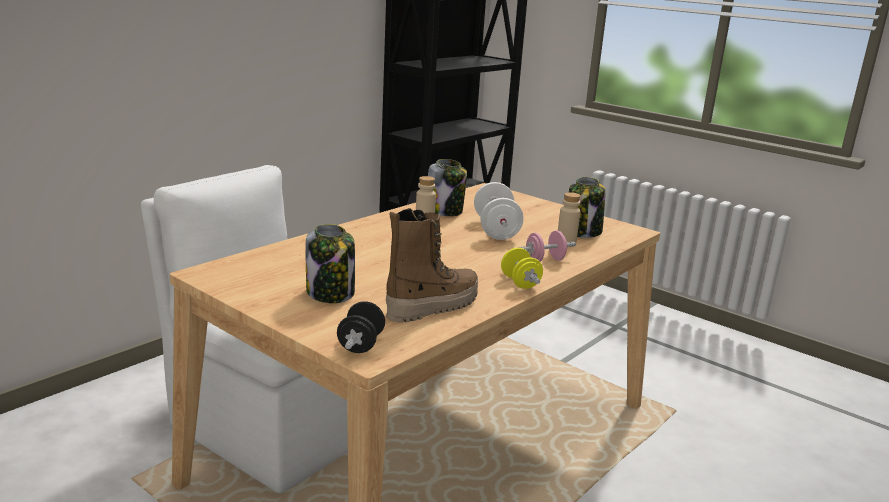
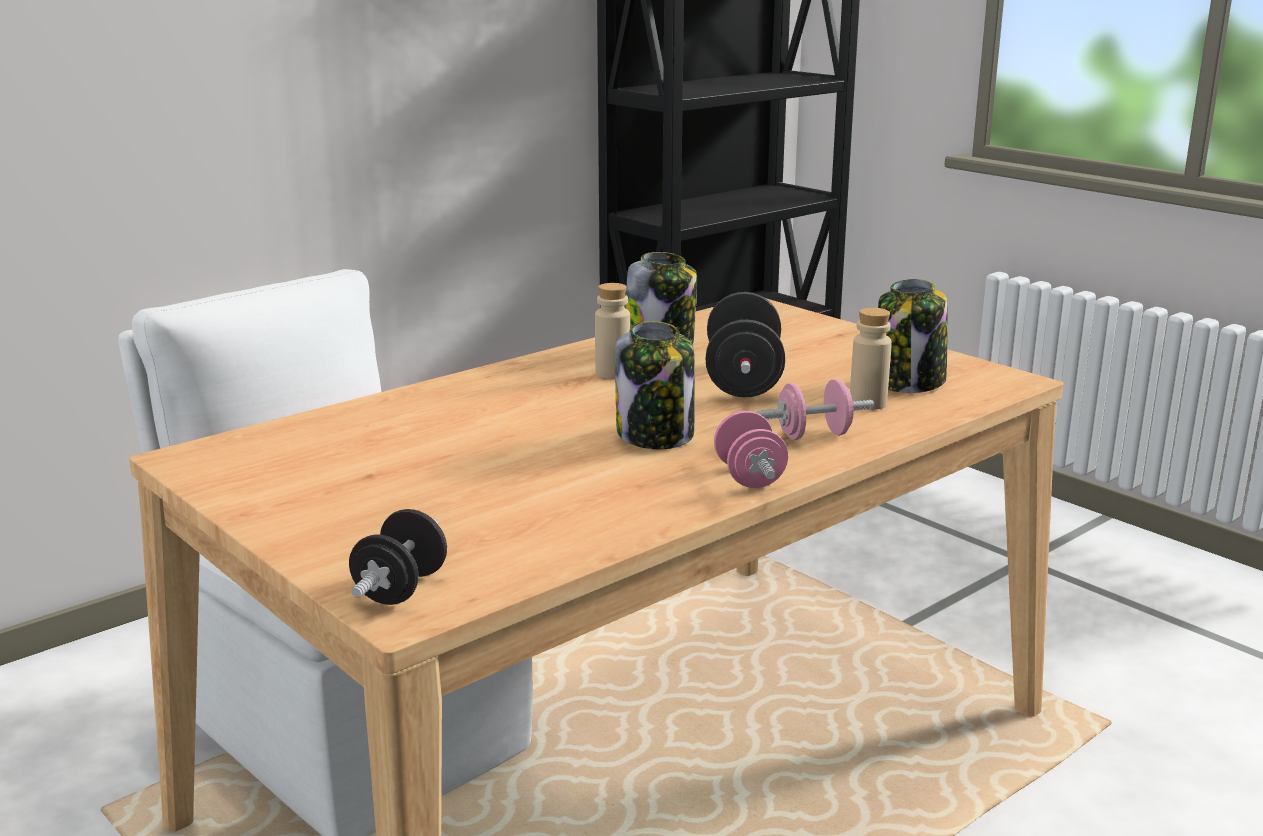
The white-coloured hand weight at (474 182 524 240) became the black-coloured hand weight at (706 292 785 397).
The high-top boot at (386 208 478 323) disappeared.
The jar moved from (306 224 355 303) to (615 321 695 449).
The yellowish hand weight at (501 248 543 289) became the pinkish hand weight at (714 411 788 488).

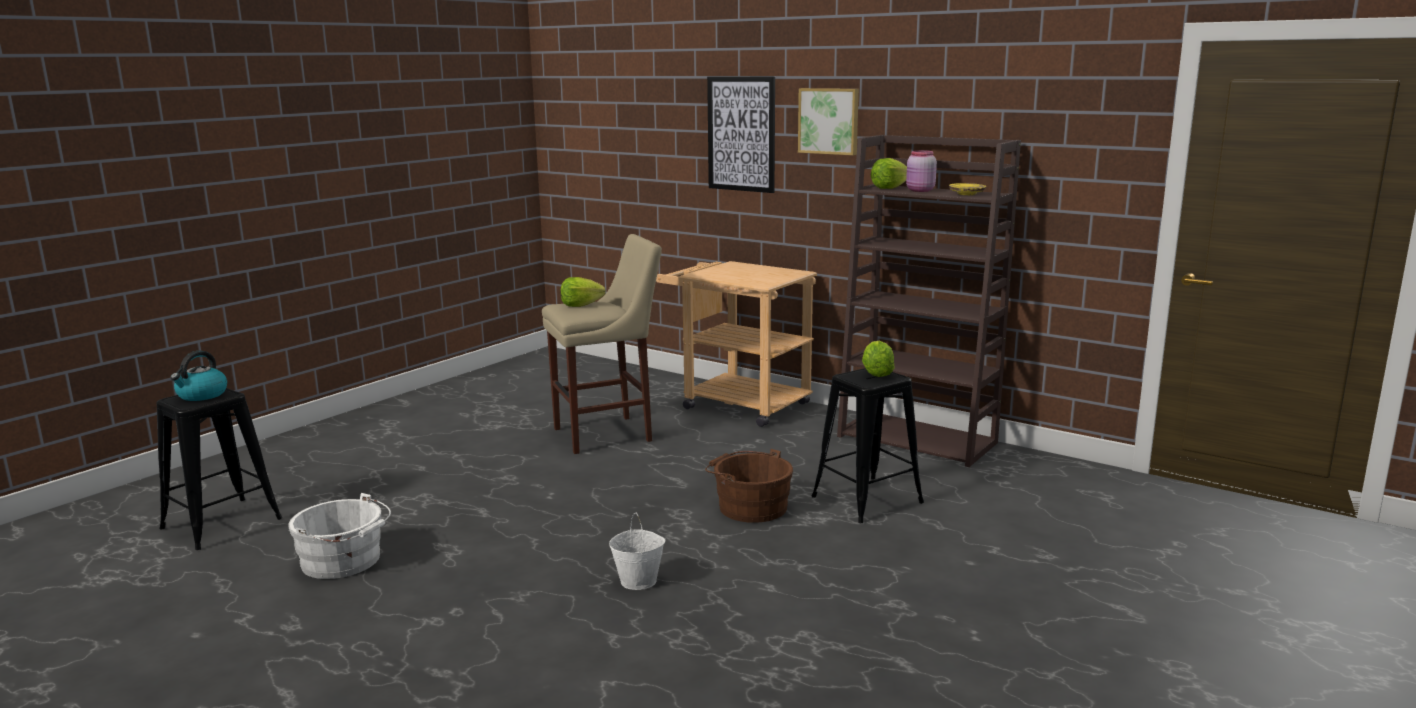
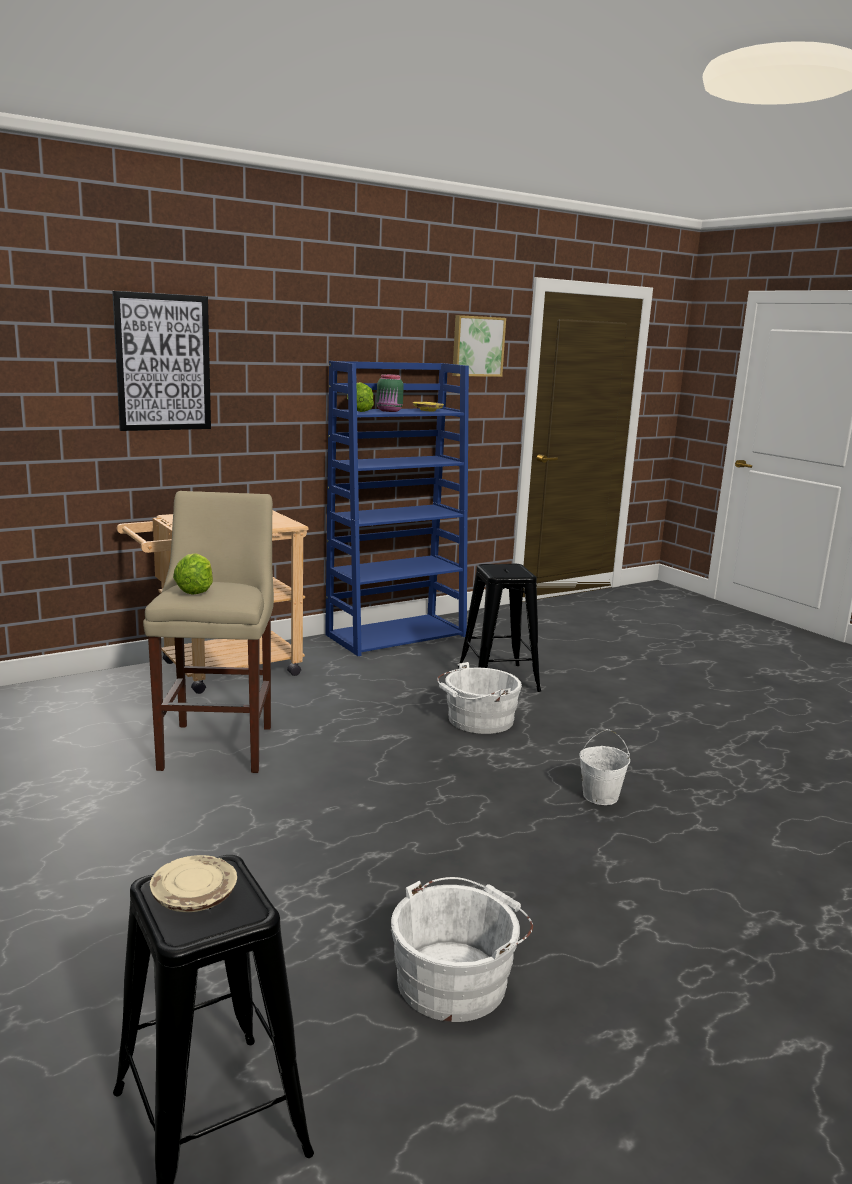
The wall picture moved from (798 88 859 155) to (452 315 506 377).
The brownish bookcase at (837 135 1021 467) became the blue-coloured bookcase at (325 361 469 656).
The pinkish jar at (906 150 937 192) became the green-coloured jar at (377 374 404 412).
The lettuce at (862 341 895 377) disappeared.
The water kettle at (170 350 227 401) was replaced by the sand-coloured plate at (150 855 237 912).
The brownish water bucket at (705 449 793 523) became the white-coloured water bucket at (437 662 522 734).

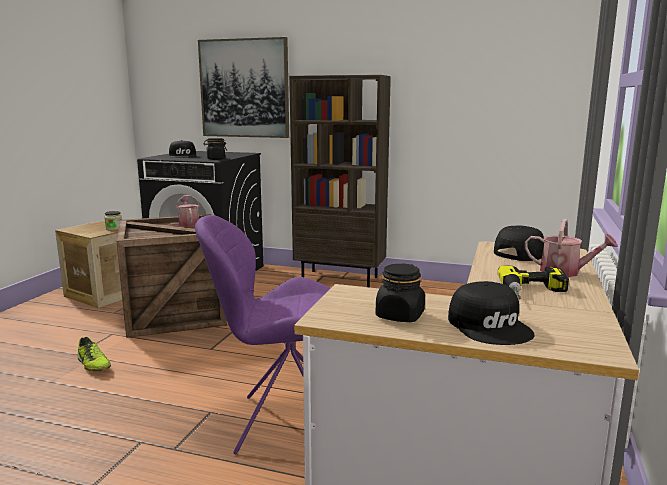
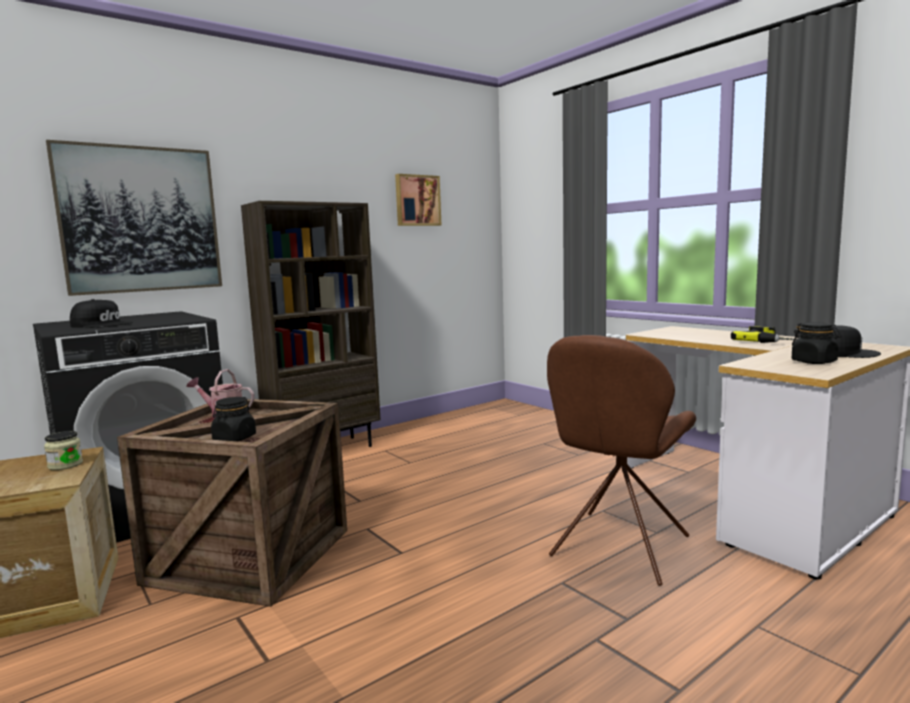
The black-coloured jar moved from (203 138 227 160) to (211 397 256 441).
The purple chair at (195 215 330 454) became the brownish chair at (547 335 696 586).
The watering can at (525 219 618 277) disappeared.
The black-coloured peaked cap at (494 225 544 261) disappeared.
The item of footwear at (78 337 111 372) disappeared.
The wall picture at (395 174 441 226) appeared.

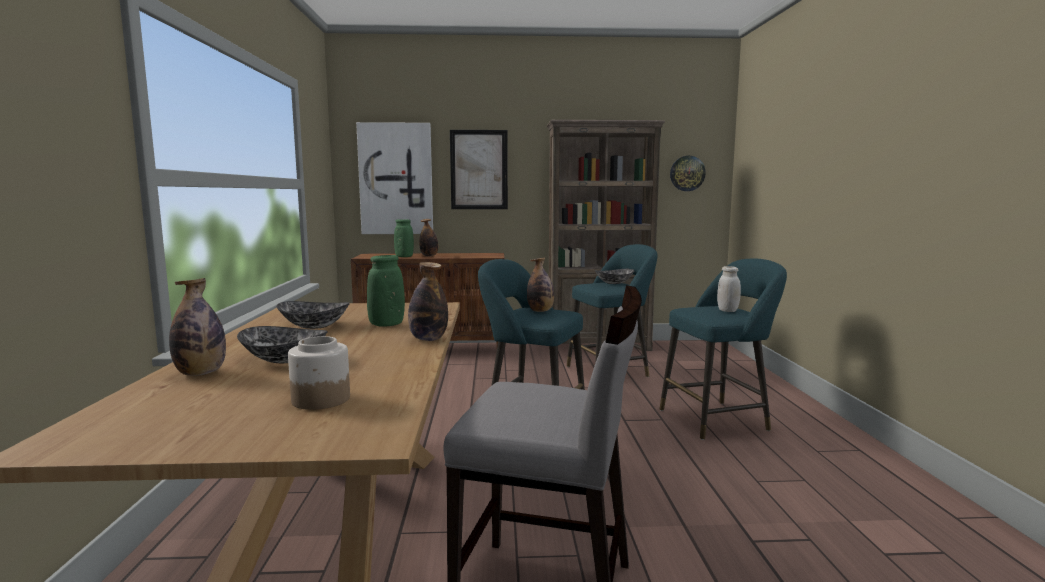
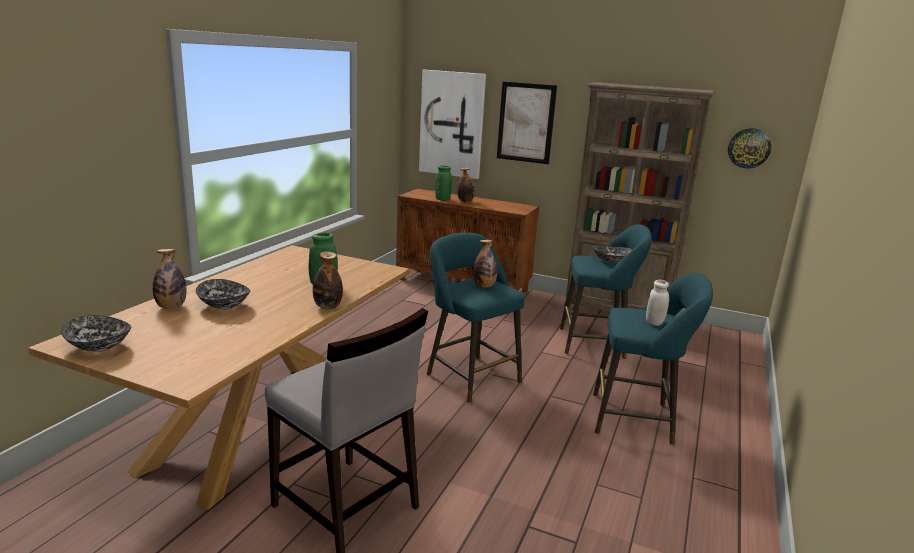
The deep dish moved from (276 301 350 329) to (61 315 132 352).
The jar at (288 336 350 410) disappeared.

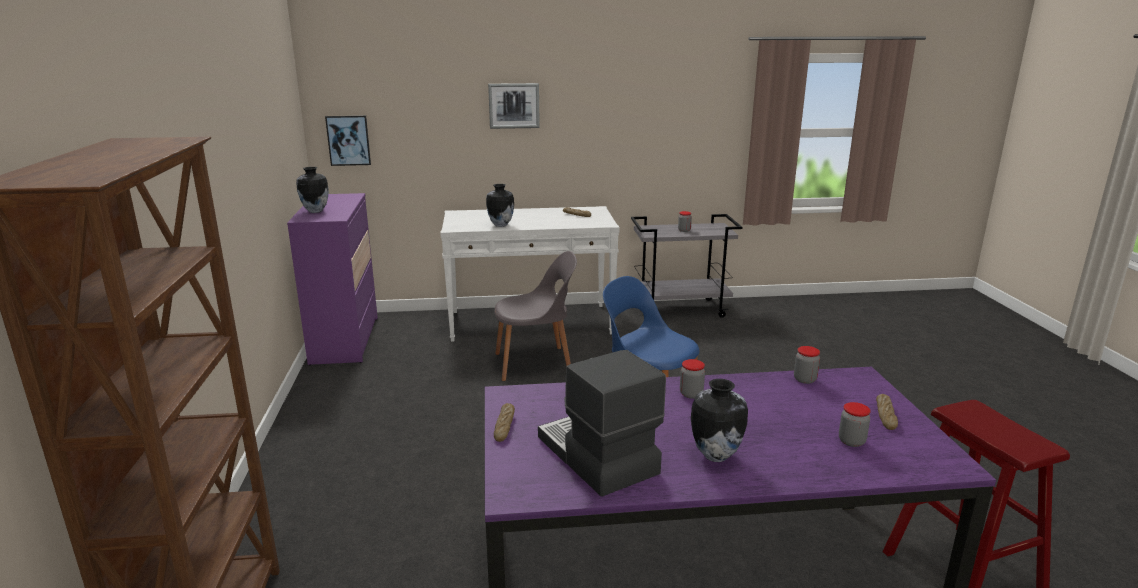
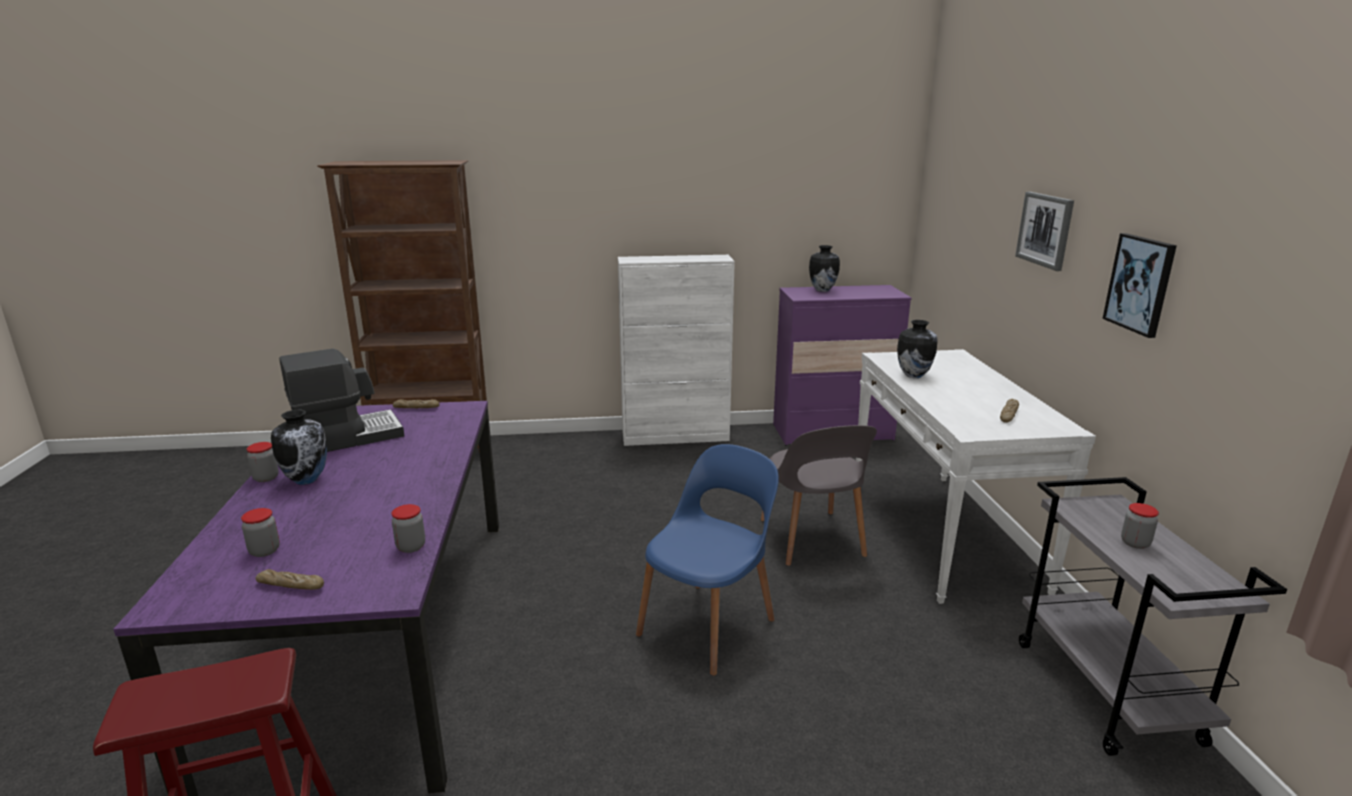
The wall picture moved from (325 115 371 166) to (1102 233 1177 338).
The jar moved from (680 359 705 399) to (246 442 279 482).
The white-coloured storage cabinet at (618 255 735 446) appeared.

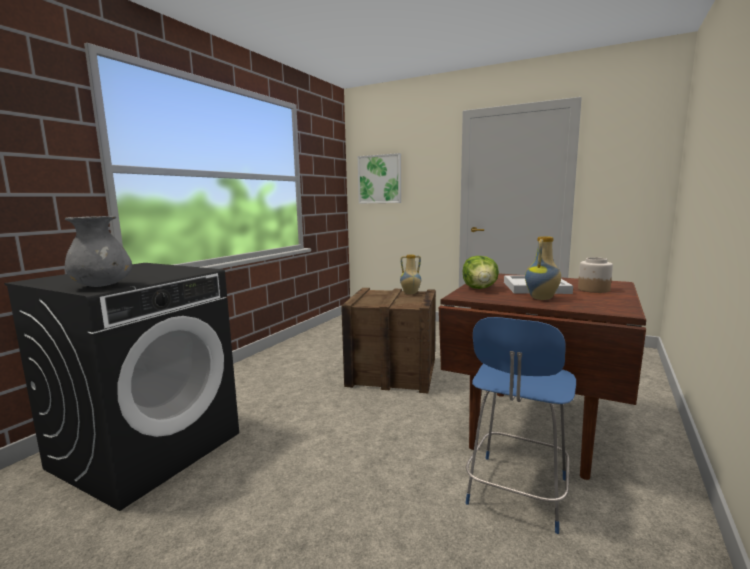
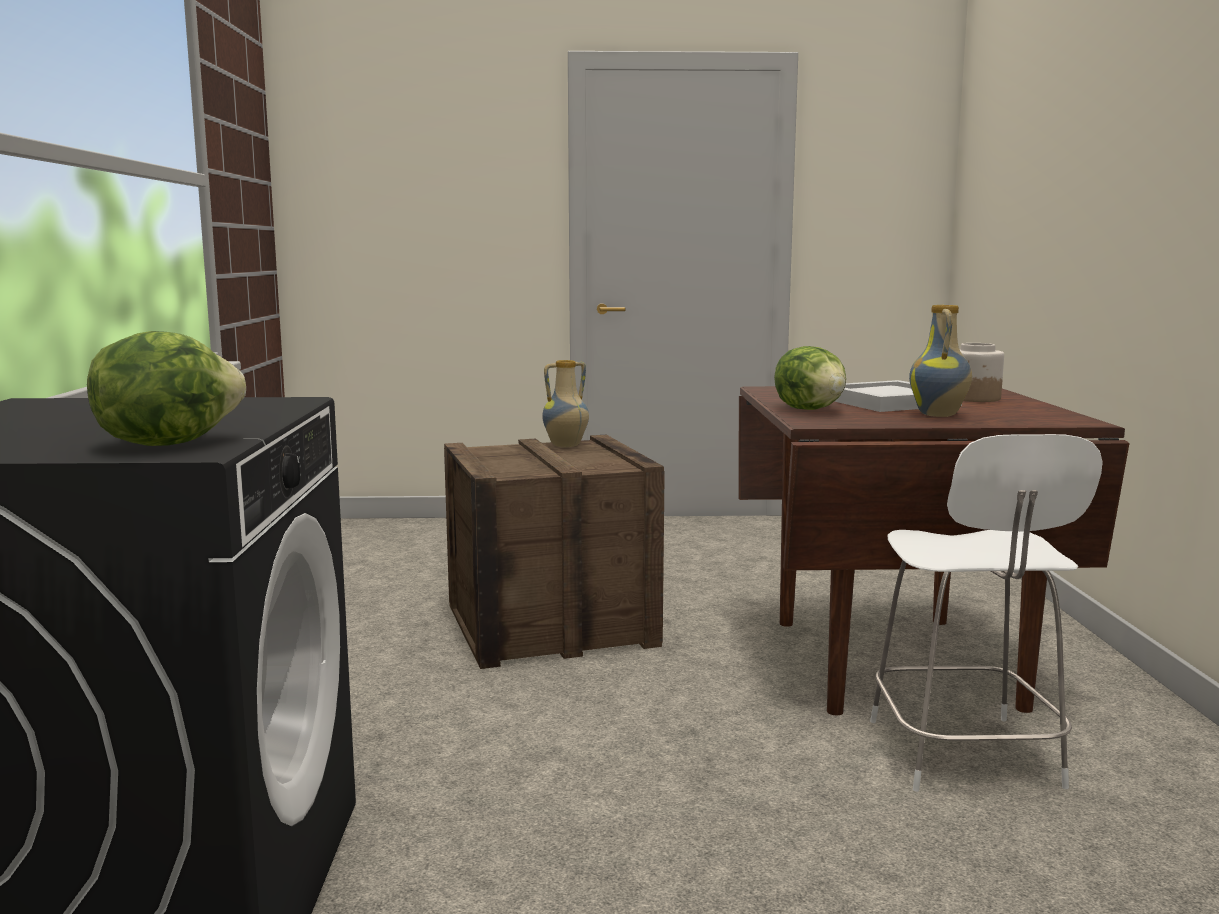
The wall picture at (358 153 401 203) disappeared.
The greyish flower vase at (65 216 132 287) was replaced by the lettuce at (87 331 246 446).
The blue-coloured stool seat at (466 317 576 534) became the white-coloured stool seat at (870 434 1103 792).

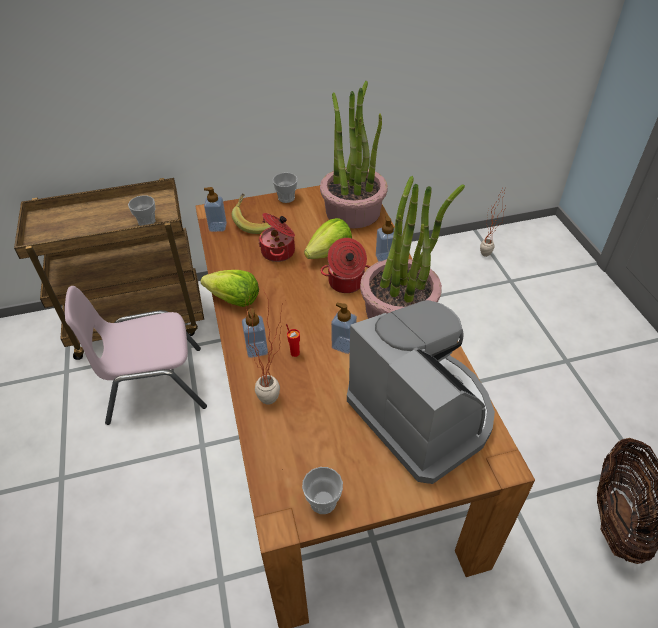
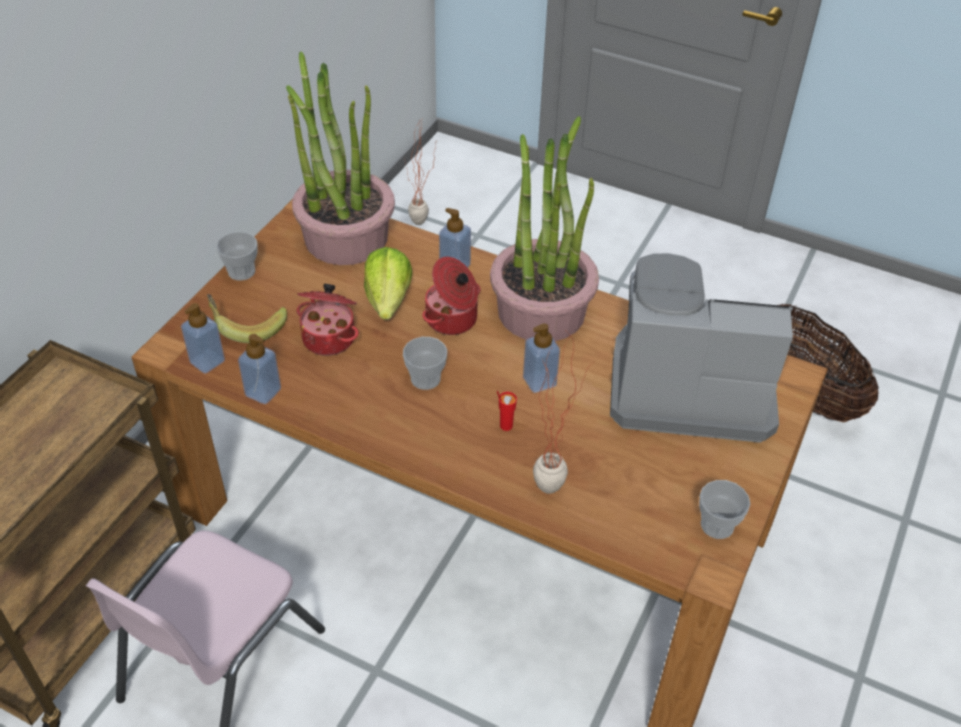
The drinking cup moved from (128 195 156 226) to (403 337 447 390).
The lettuce at (200 270 259 307) disappeared.
The soap bottle moved from (242 308 268 358) to (238 334 281 404).

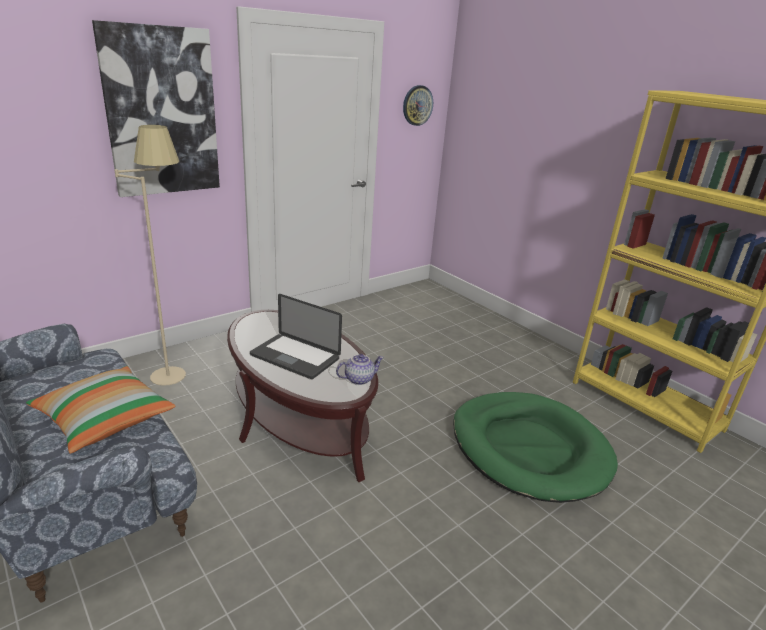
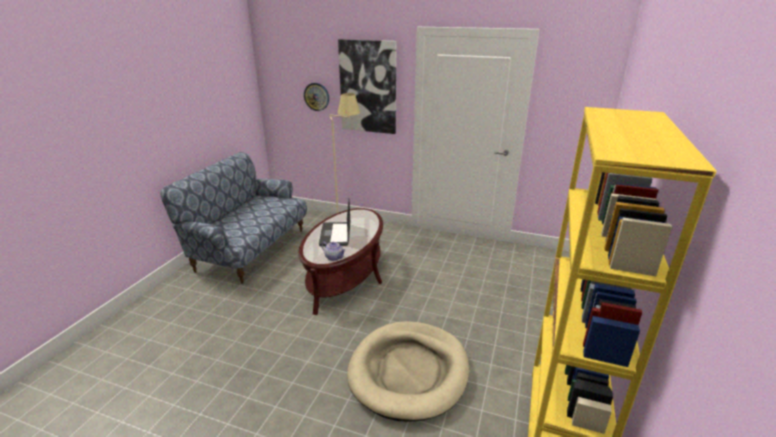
The wall clock moved from (403 85 433 126) to (304 83 329 111).
The throw pillow at (26 366 175 454) disappeared.
The green-coloured pet bed at (453 392 618 503) became the sand-coloured pet bed at (347 321 469 421).

